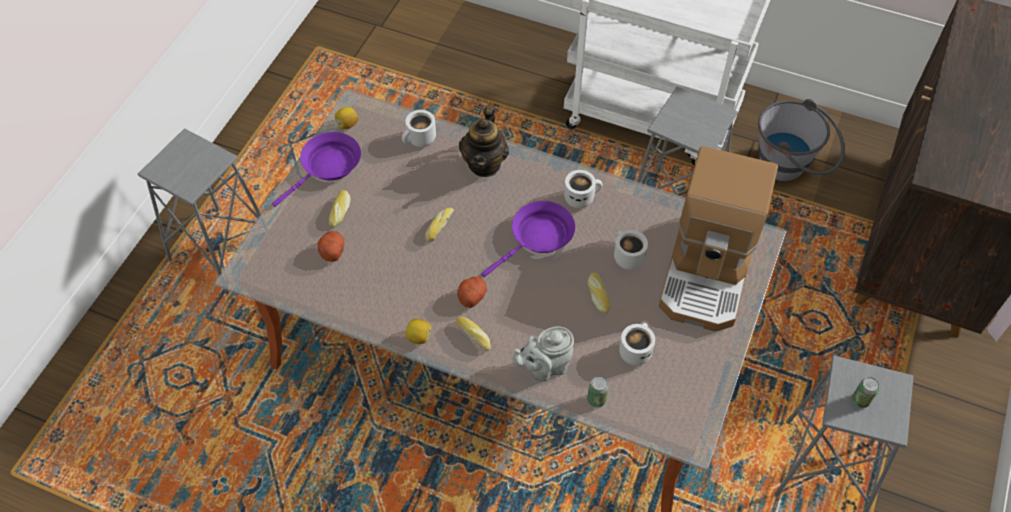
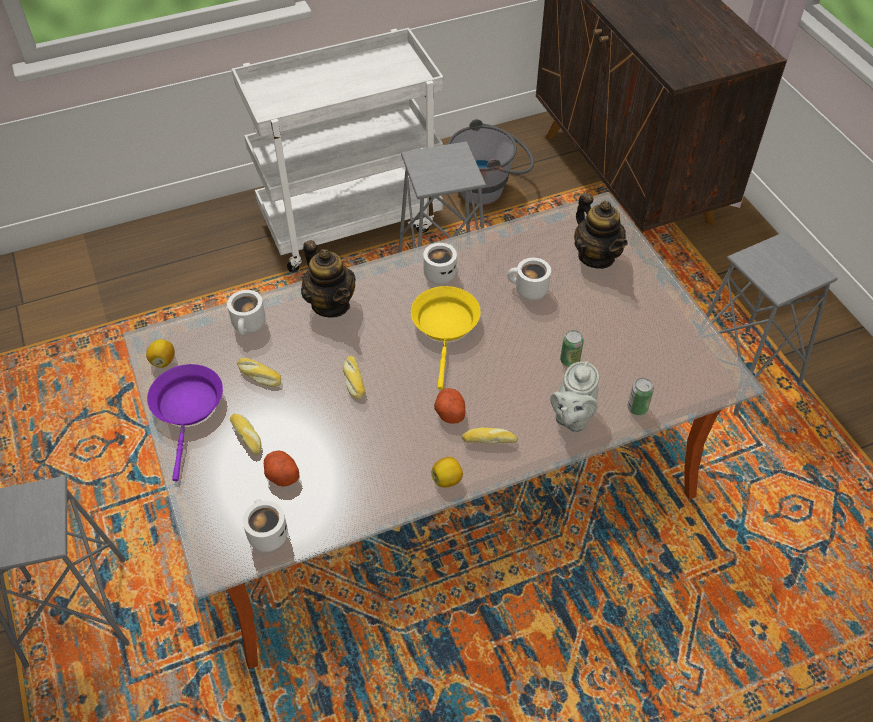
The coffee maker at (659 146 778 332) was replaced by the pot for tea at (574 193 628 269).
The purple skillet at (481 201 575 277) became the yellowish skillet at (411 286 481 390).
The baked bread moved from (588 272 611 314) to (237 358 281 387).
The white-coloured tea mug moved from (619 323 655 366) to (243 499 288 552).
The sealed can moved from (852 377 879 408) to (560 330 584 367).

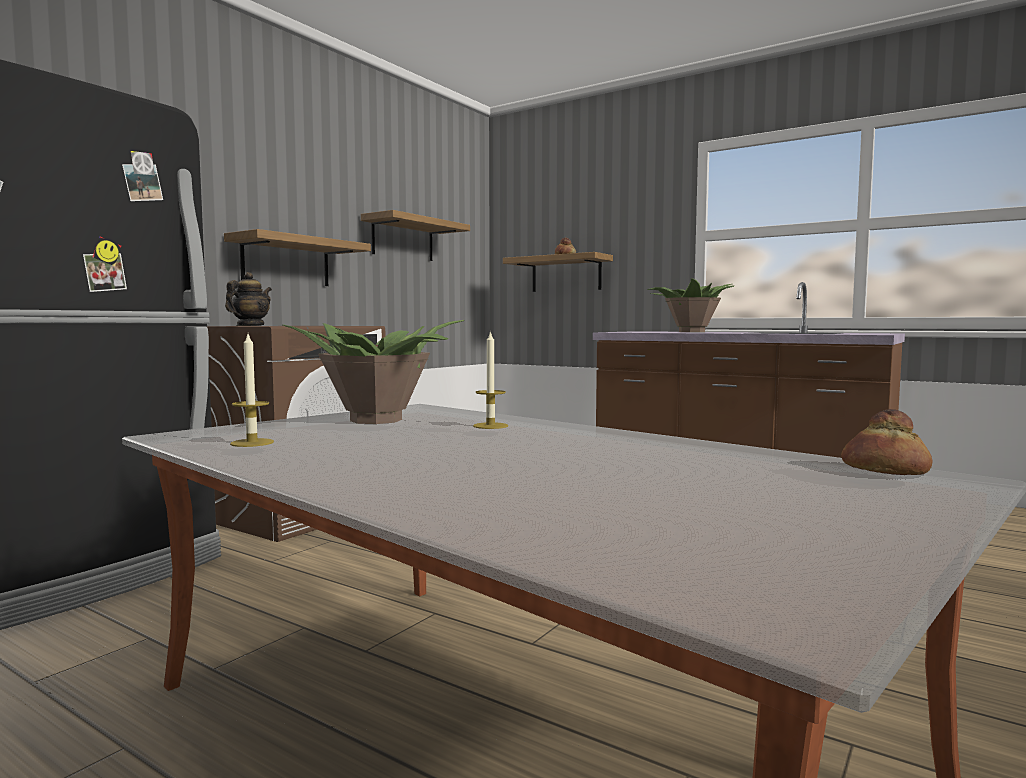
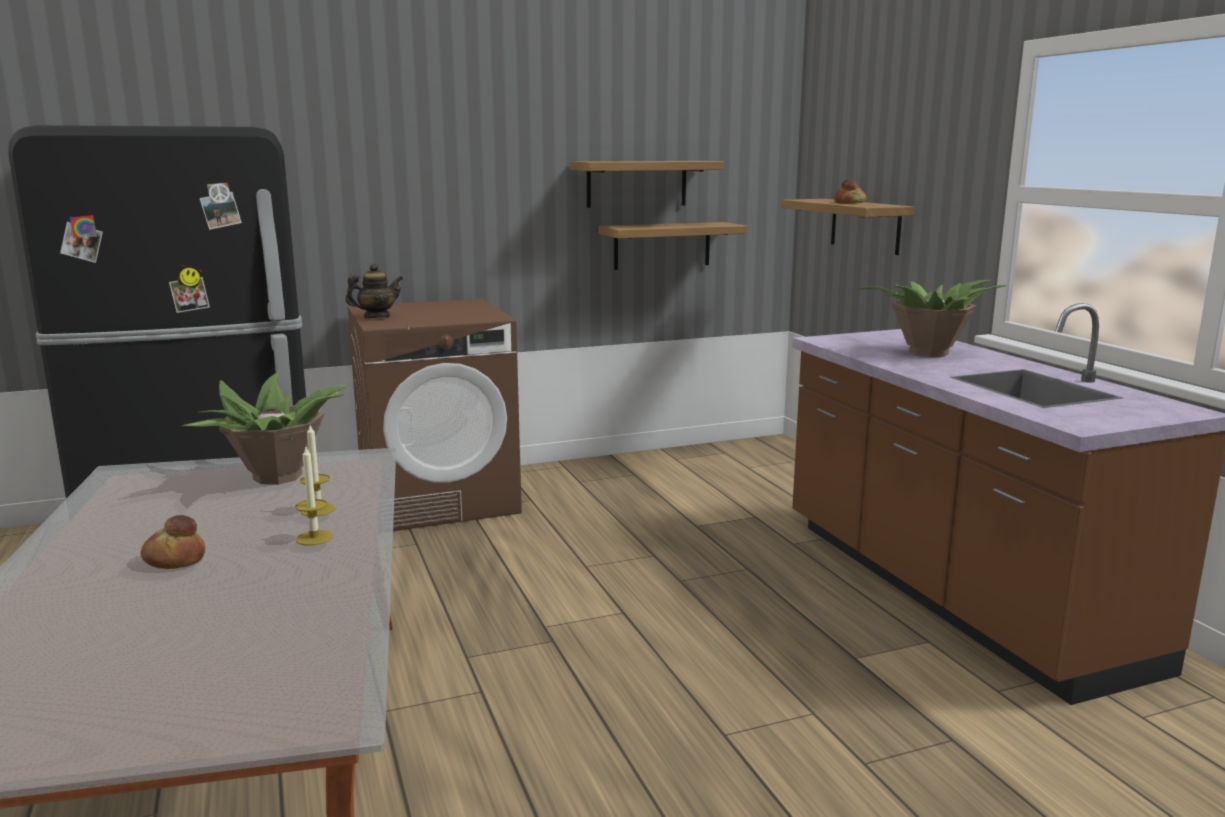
The shelf moved from (224 229 371 286) to (599 222 747 270).
The wax candle moved from (230 334 274 447) to (295 447 333 546).
The baked bread moved from (841 409 933 475) to (141 515 205 569).

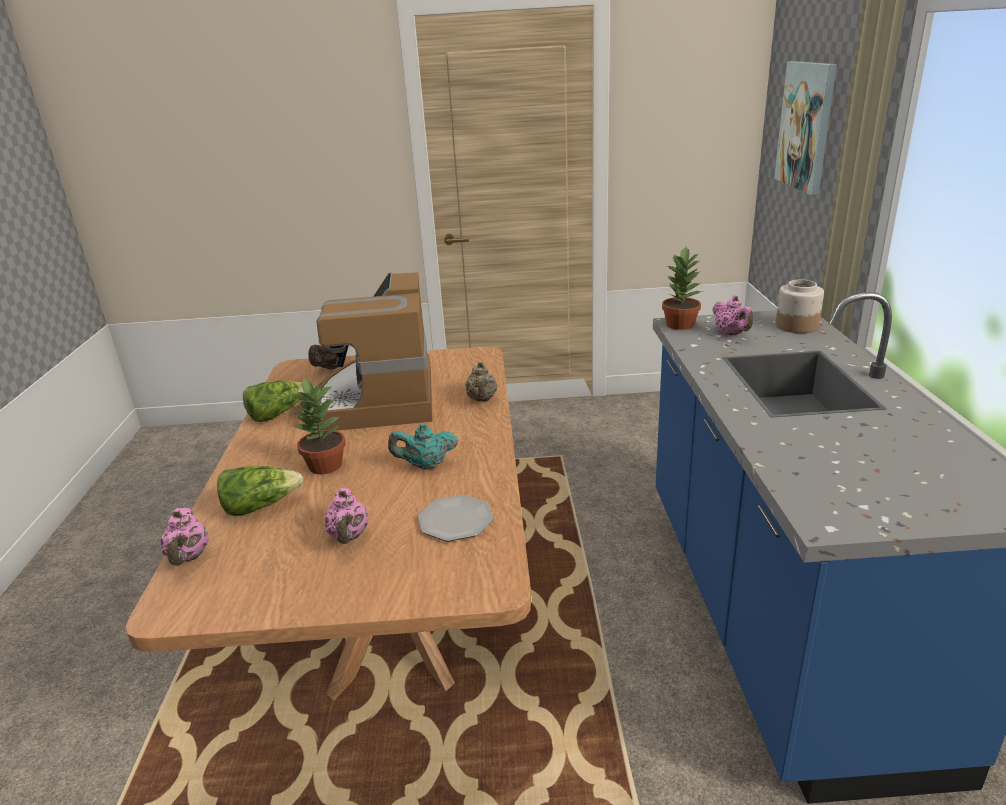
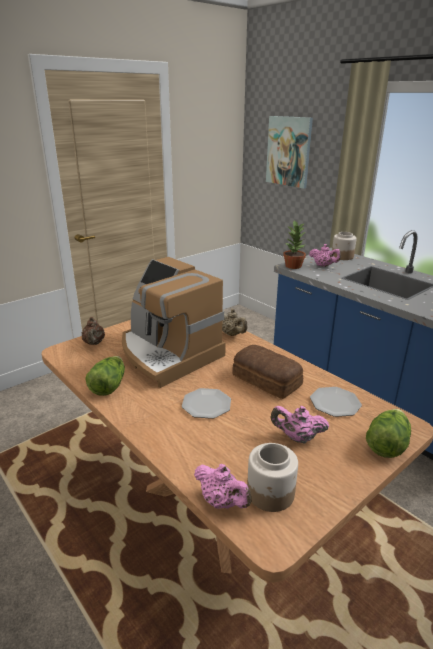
The plant in a pot at (292 379 345 474) was replaced by the plate at (182 388 231 419).
The turquoise-coloured pot for tea at (388 423 458 469) was replaced by the baked bread at (232 345 303 399).
The lettuce moved from (217 466 303 516) to (366 409 411 458).
The pinkish pot for tea at (324 488 369 544) turned 150 degrees clockwise.
The jar at (247 443 298 512) appeared.

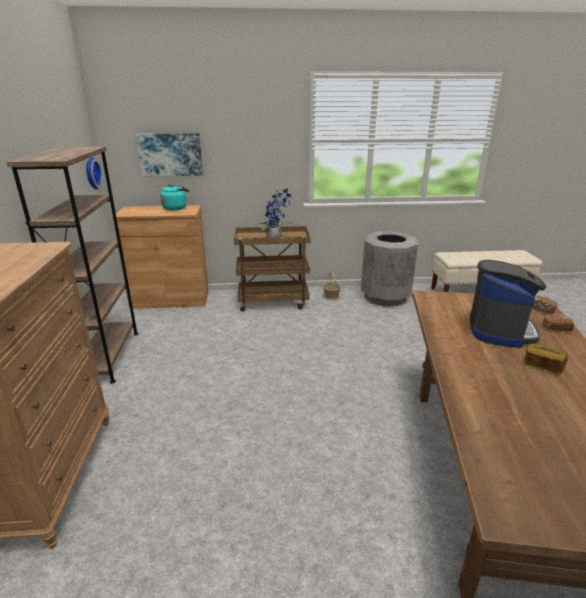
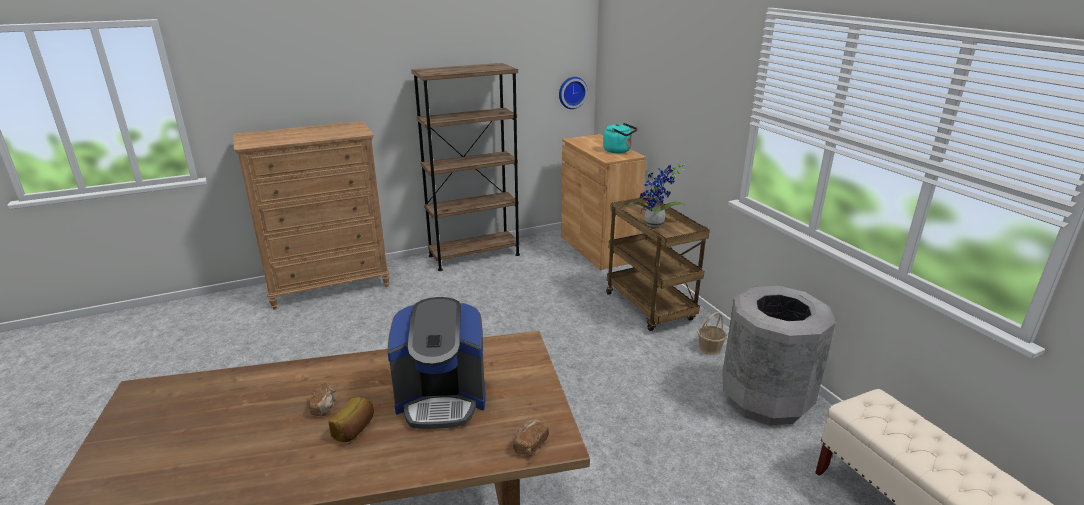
The wall picture at (136 133 203 176) disappeared.
The baked bread moved from (543 314 574 331) to (309 382 336 416).

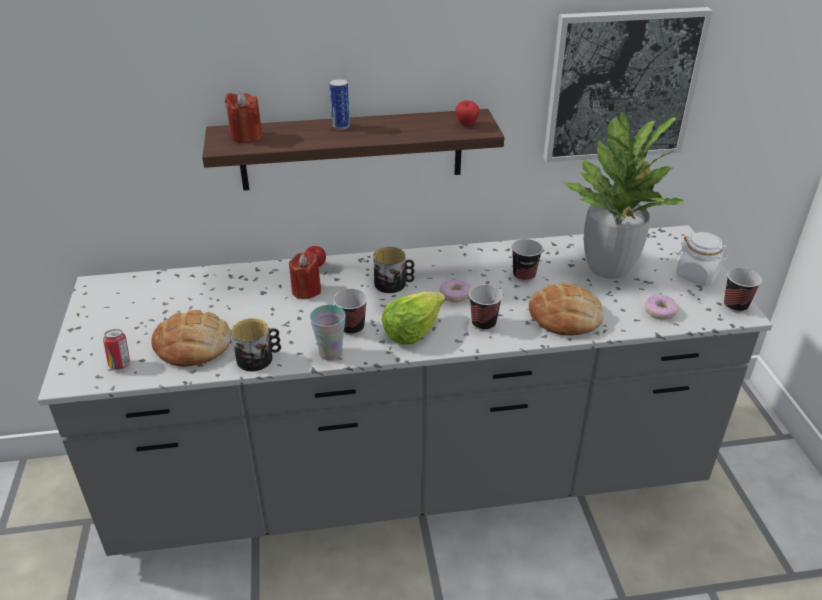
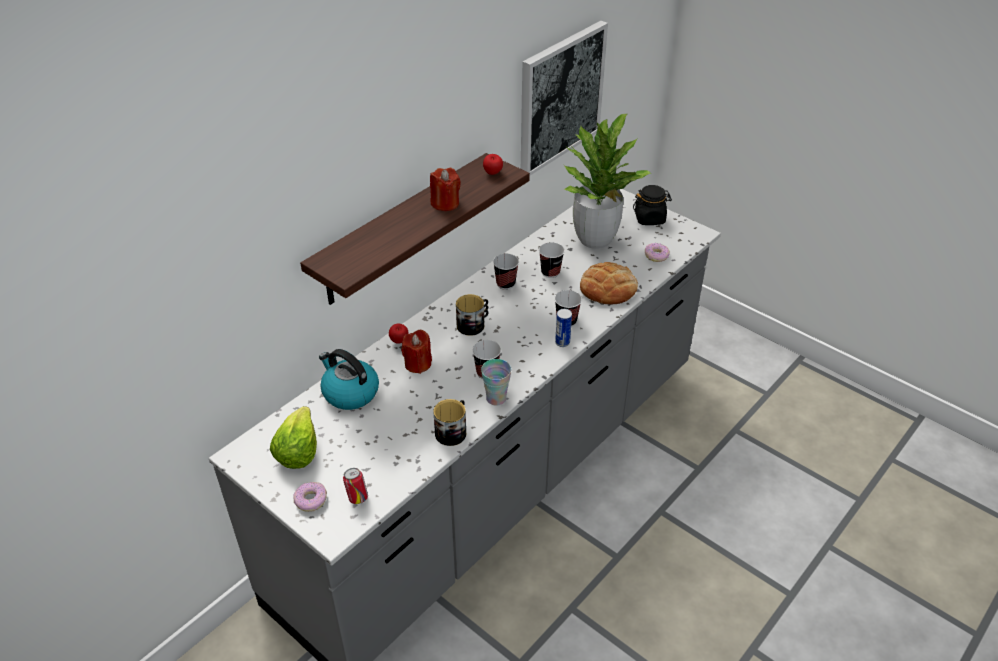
The sealed can moved from (329 79 350 130) to (555 309 572 347).
The red wax candle moved from (225 92 262 143) to (430 168 461 211).
The white-coloured jar at (676 232 730 286) became the black-coloured jar at (633 185 672 225).
The drinking cup moved from (724 268 762 313) to (493 254 519 290).
The ring doughnut moved from (440 279 472 302) to (293 482 327 512).
The lettuce moved from (382 292 445 345) to (270 406 317 469).
The baked bread at (151 310 231 367) disappeared.
The water kettle at (319 349 379 410) appeared.

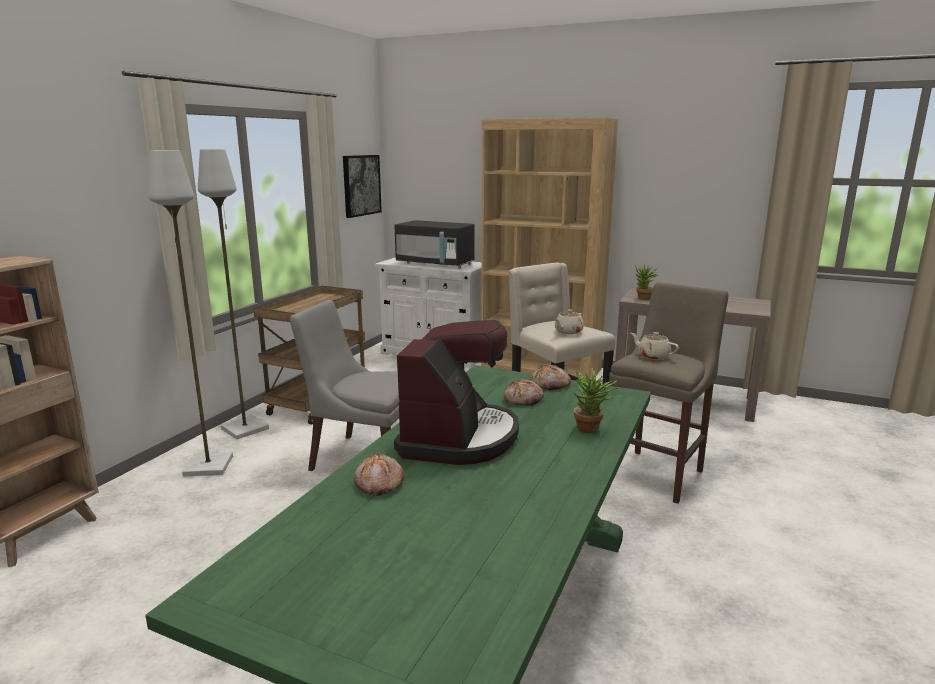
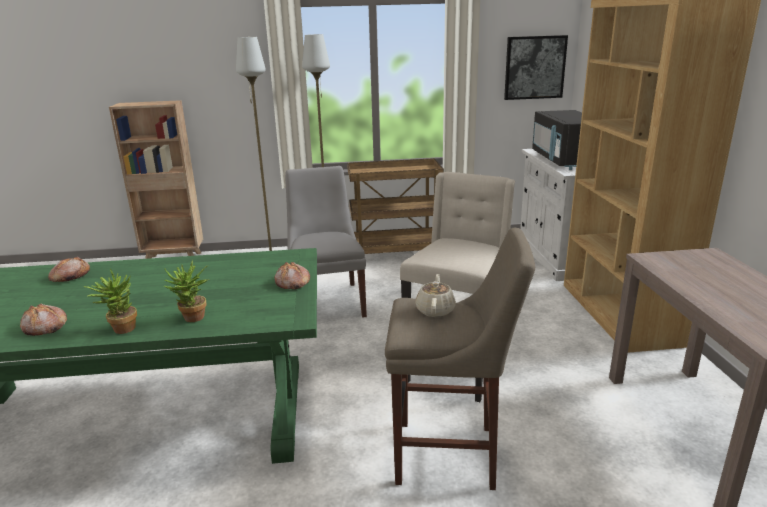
The plant in a pot moved from (635 264 659 300) to (84 268 137 334).
The sand-coloured pot for tea at (555 309 584 334) disappeared.
The coffee maker at (394 320 519 465) disappeared.
The baked bread moved from (504 379 544 406) to (20 304 67 336).

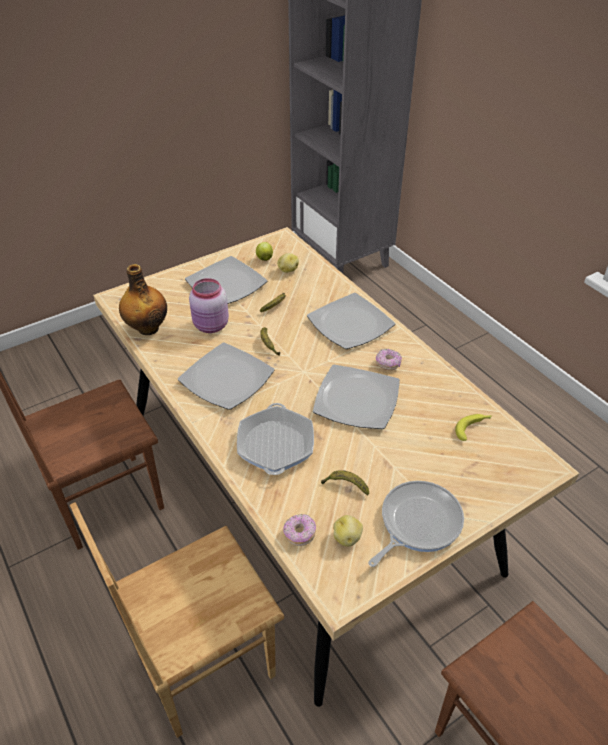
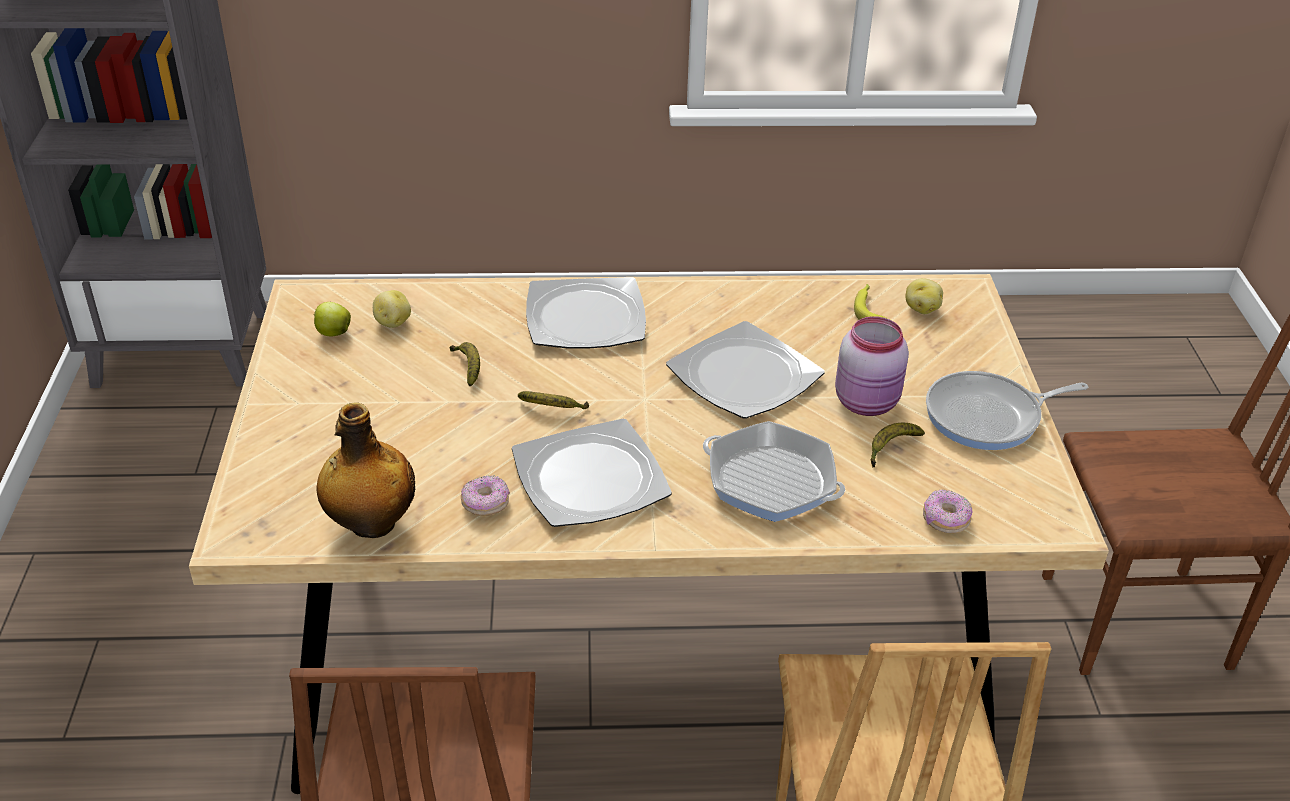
The plate at (185 256 267 304) disappeared.
The pinkish jar moved from (189 278 229 333) to (835 316 909 416).
The ring doughnut moved from (376 349 402 370) to (461 475 510 516).
The skillet at (368 481 464 567) turned 90 degrees counterclockwise.
The whole potato moved from (333 515 363 547) to (906 278 943 314).

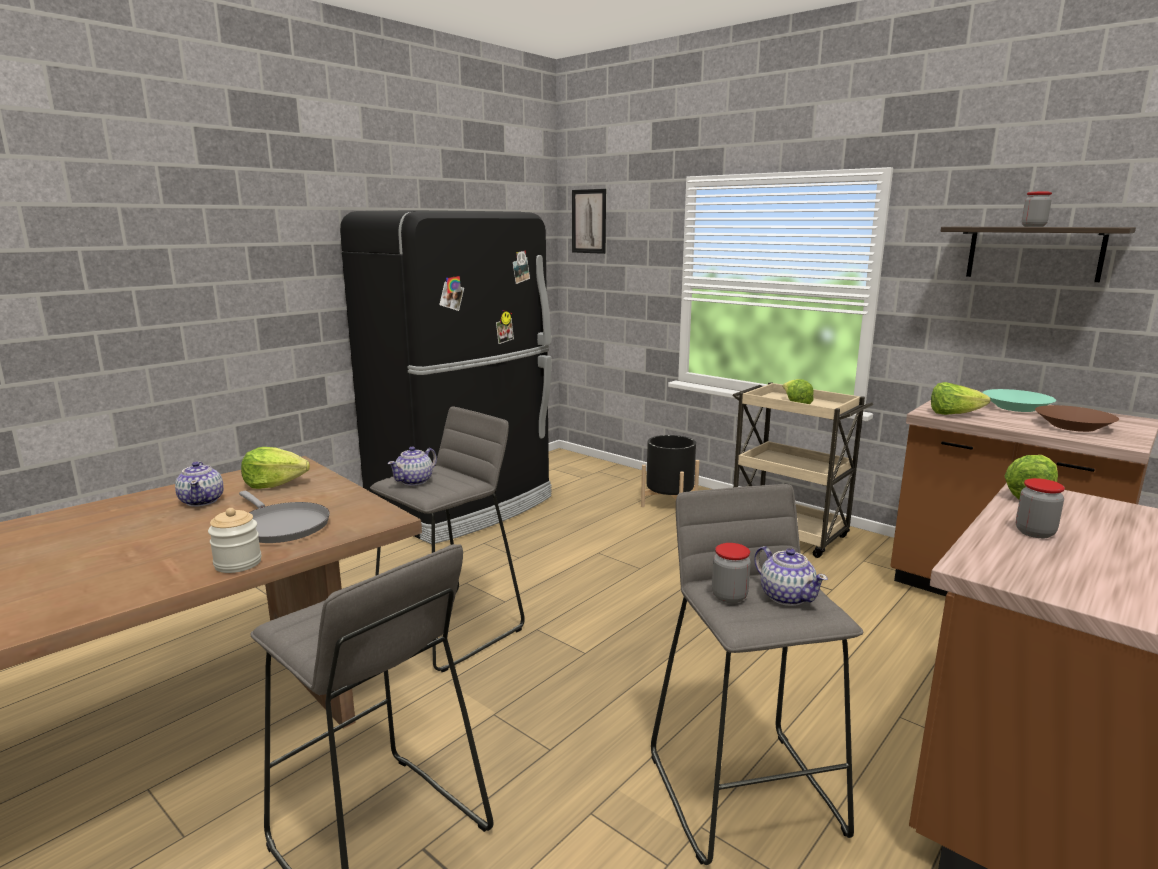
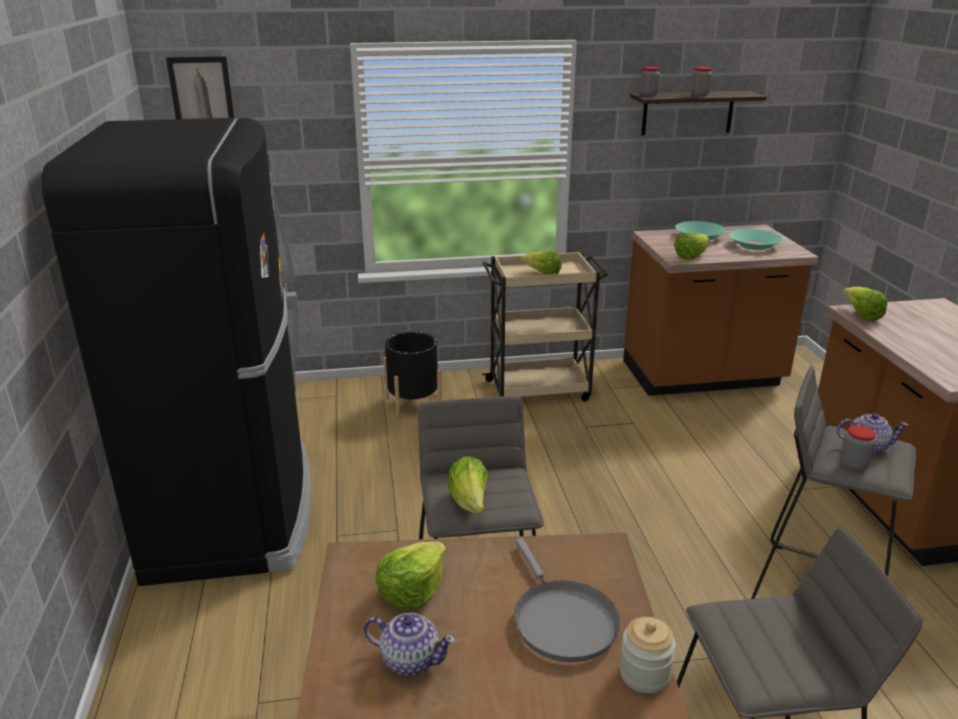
The brownish deep dish at (1035 405 1119 432) became the turquoise-coloured deep dish at (729 229 783 250).
The pot for tea at (388 446 437 486) was replaced by the lettuce at (448 456 488 514).
The jar moved from (1016 478 1065 538) to (640 67 660 96).
The greyish skillet at (239 491 329 543) turned 75 degrees clockwise.

